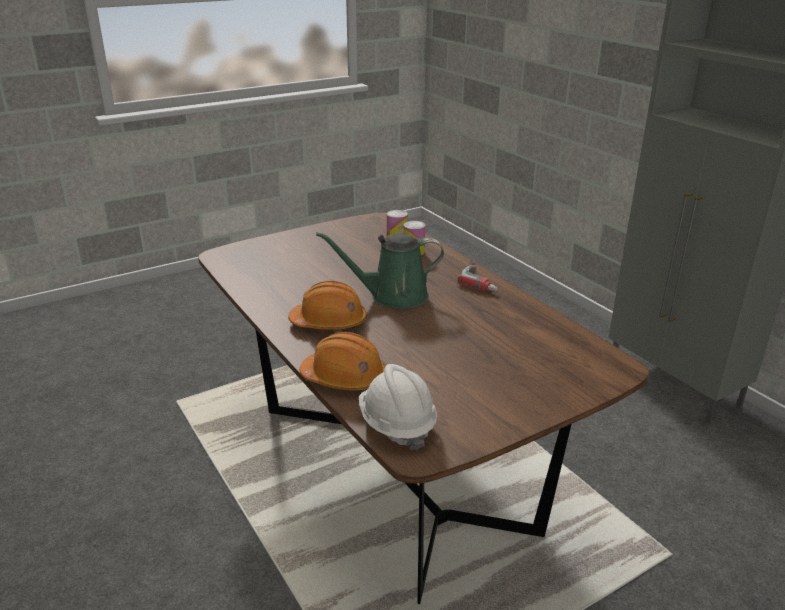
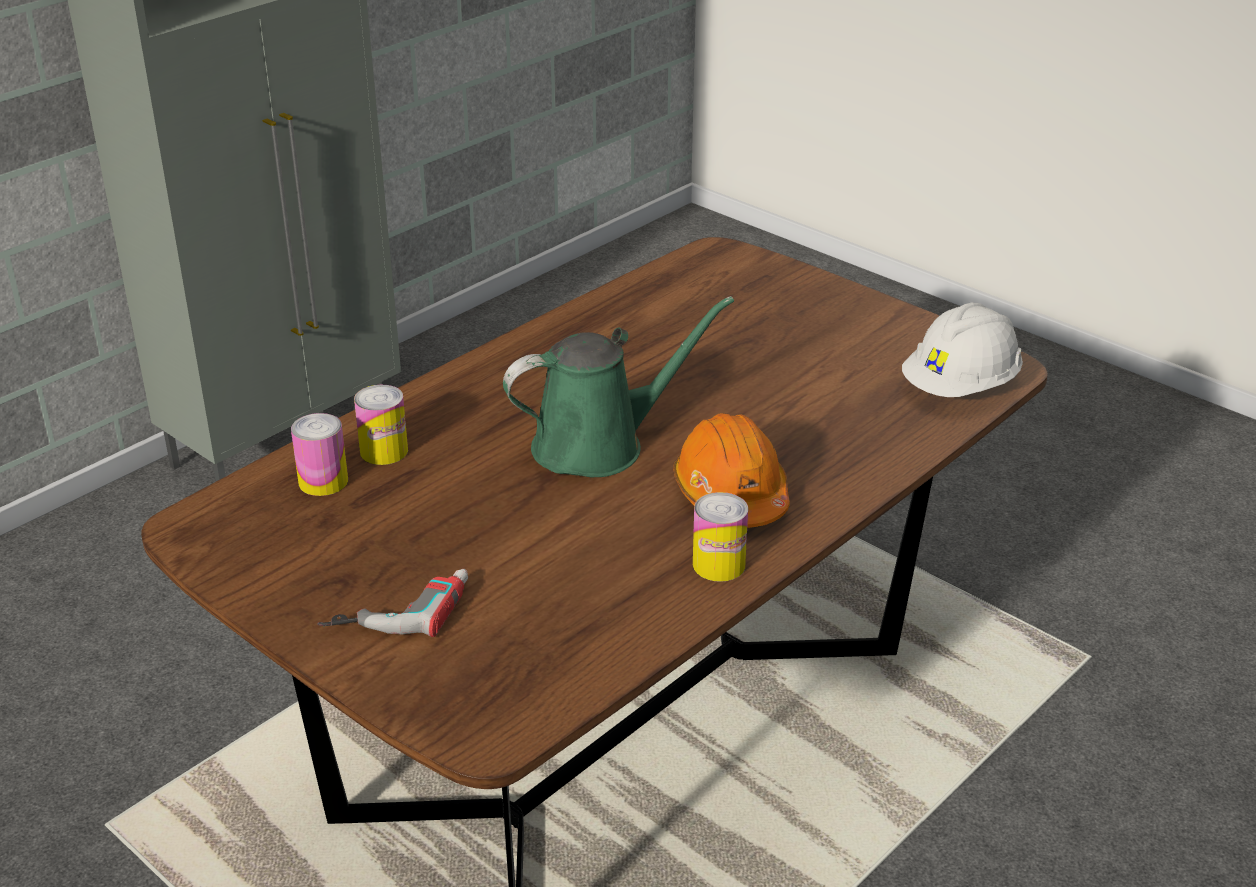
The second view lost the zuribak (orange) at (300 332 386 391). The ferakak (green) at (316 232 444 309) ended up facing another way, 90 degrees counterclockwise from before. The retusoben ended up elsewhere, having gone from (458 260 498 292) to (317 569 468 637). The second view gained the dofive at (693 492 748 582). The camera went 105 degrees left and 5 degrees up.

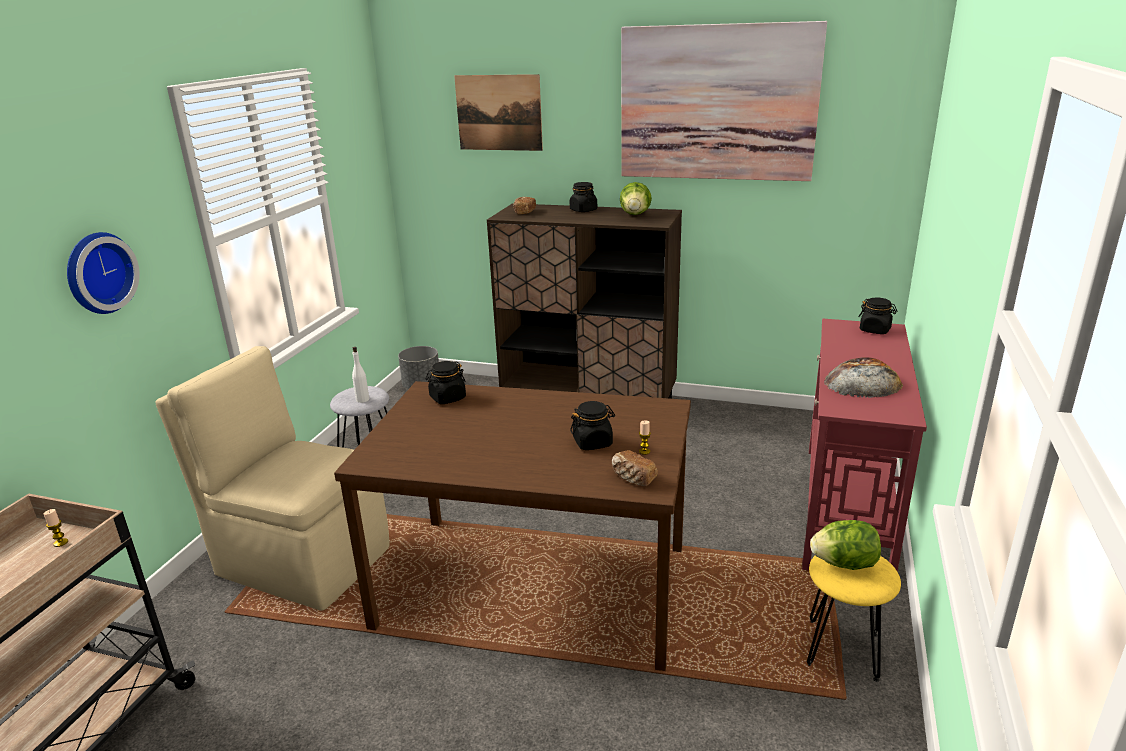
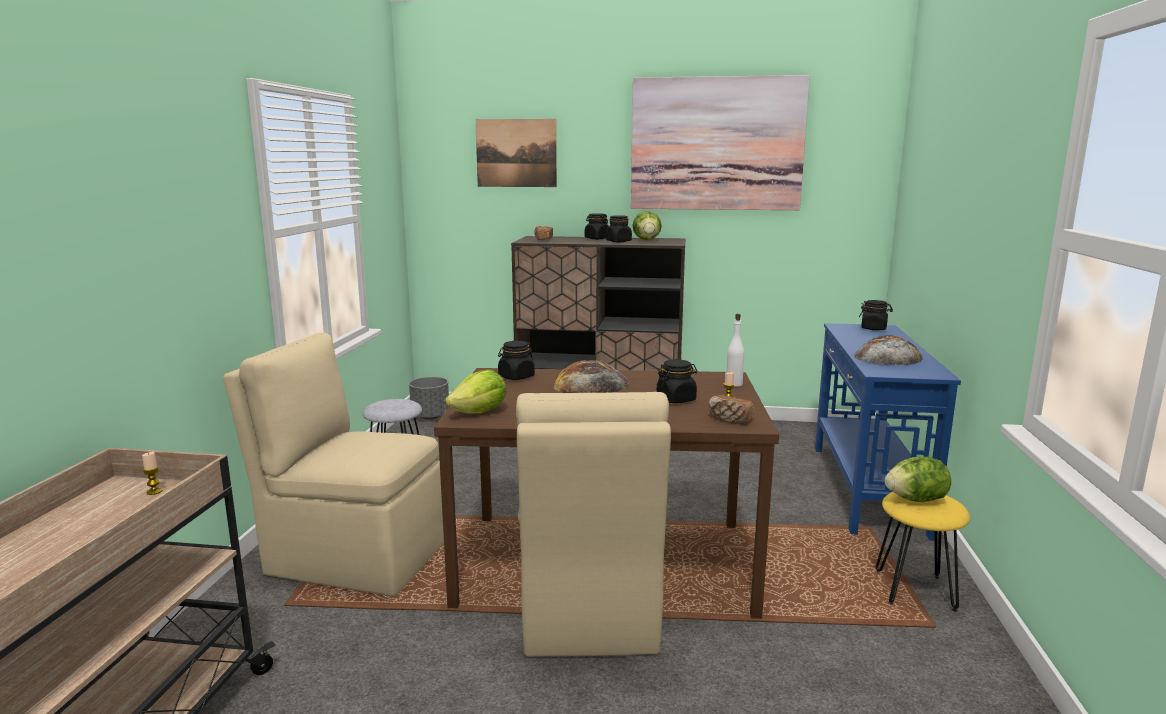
The second view lost the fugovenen at (67 232 140 314). The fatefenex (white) ended up elsewhere, having gone from (352 347 369 403) to (726 314 744 387). What was the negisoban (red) at (802 319 927 572) turned into the negisoban (blue) at (815 323 961 541). The second view gained the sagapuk at (445 370 507 414). The second view gained the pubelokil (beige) at (516 392 671 657). The second view gained the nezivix at (553 360 629 393). The second view gained the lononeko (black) at (606 215 632 242). The camera went 10 degrees left and 10 degrees down.

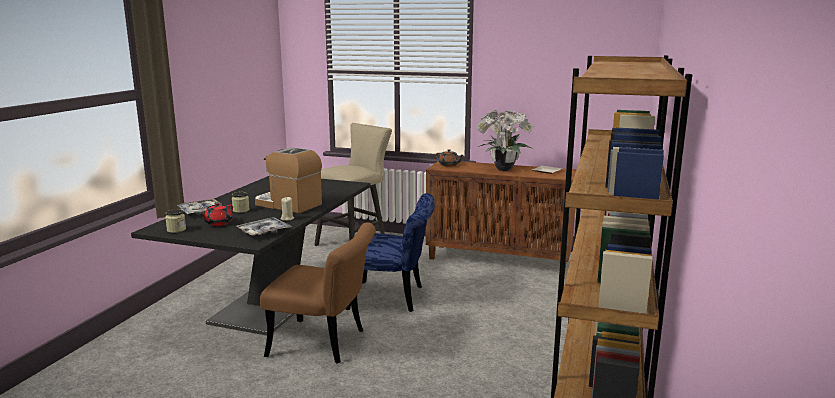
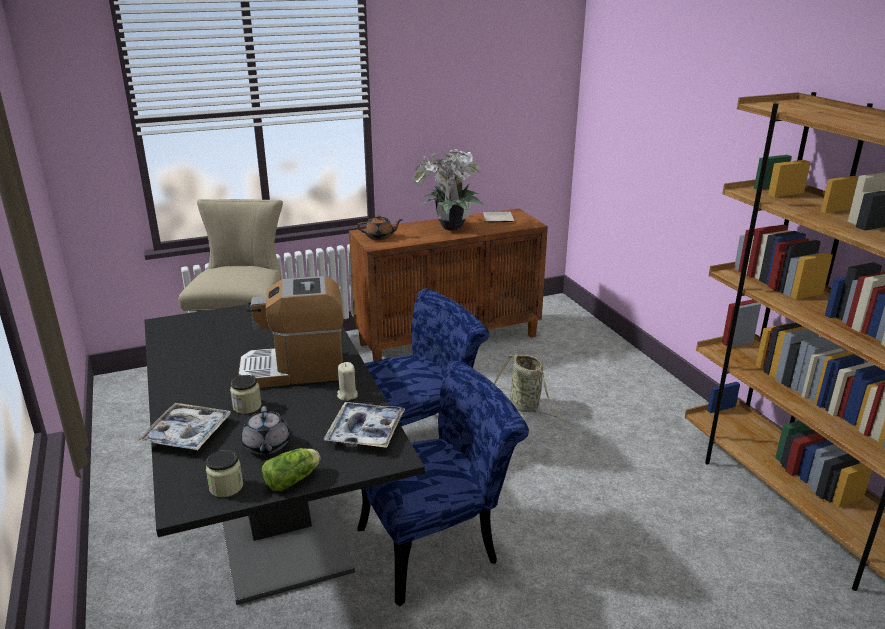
What was the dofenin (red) at (199 203 233 226) turned into the dofenin (grey) at (241 406 290 455). What was the pubelokil (brown) at (260 222 376 364) turned into the pubelokil (blue) at (358 361 529 606). The second view gained the sagapuk at (262 448 320 491). The second view gained the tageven at (494 354 565 421). The camera went 40 degrees left and 10 degrees up.

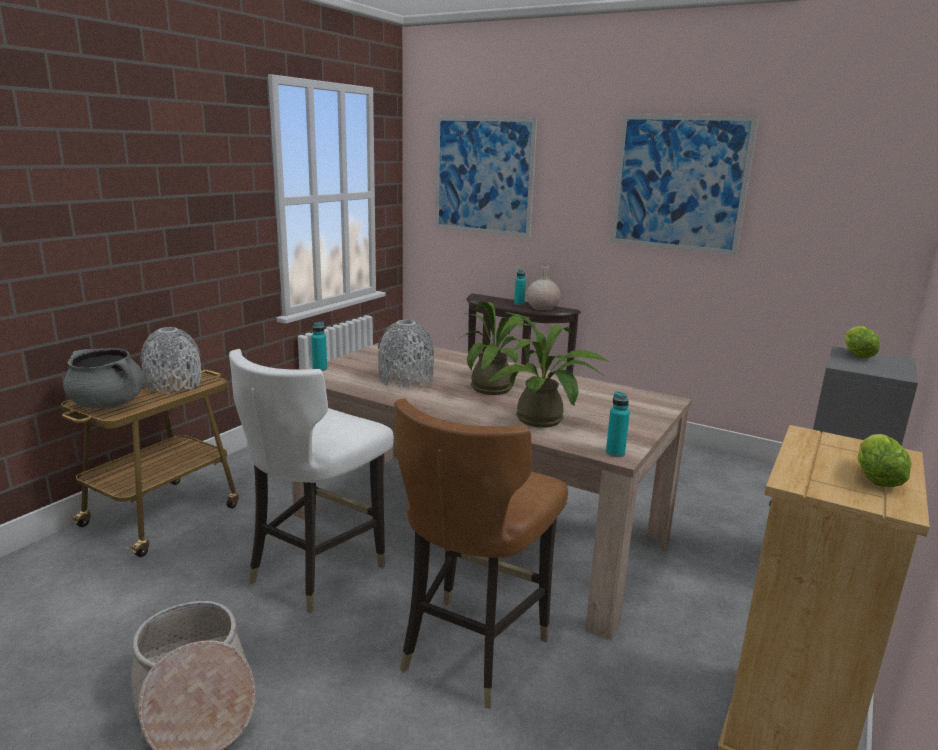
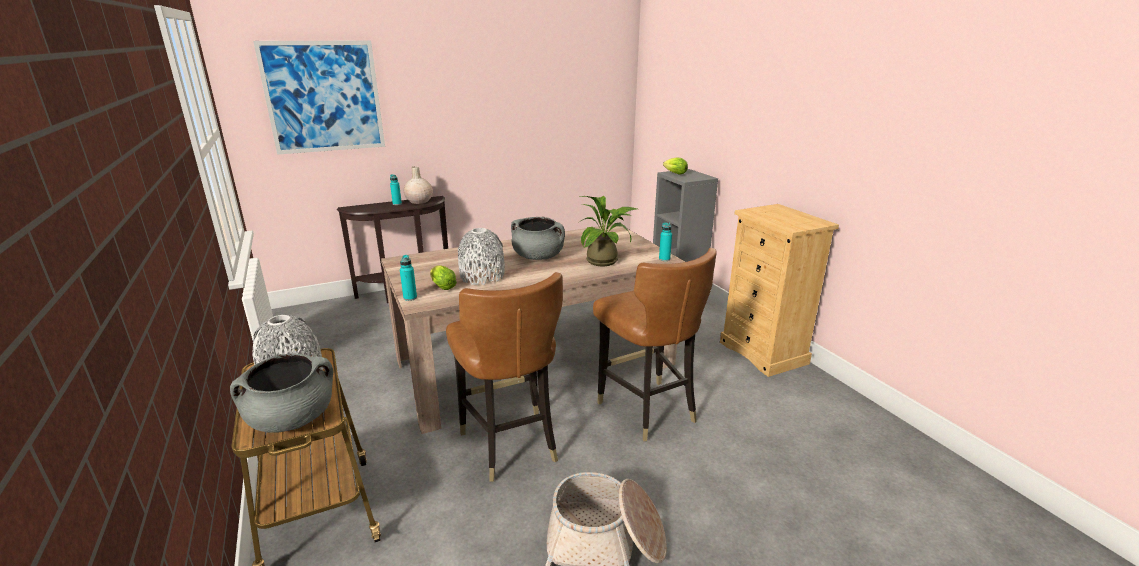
What was the pubelokil (white) at (229 349 394 613) turned into the pubelokil (brown) at (446 272 563 482). Where the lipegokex stood at (460 301 531 395), the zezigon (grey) came to stand at (511 217 565 260). The second view lost the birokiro at (611 114 759 256). The sagapuk ended up elsewhere, having gone from (857 434 912 487) to (430 266 457 290). The camera went 55 degrees left and 5 degrees up.

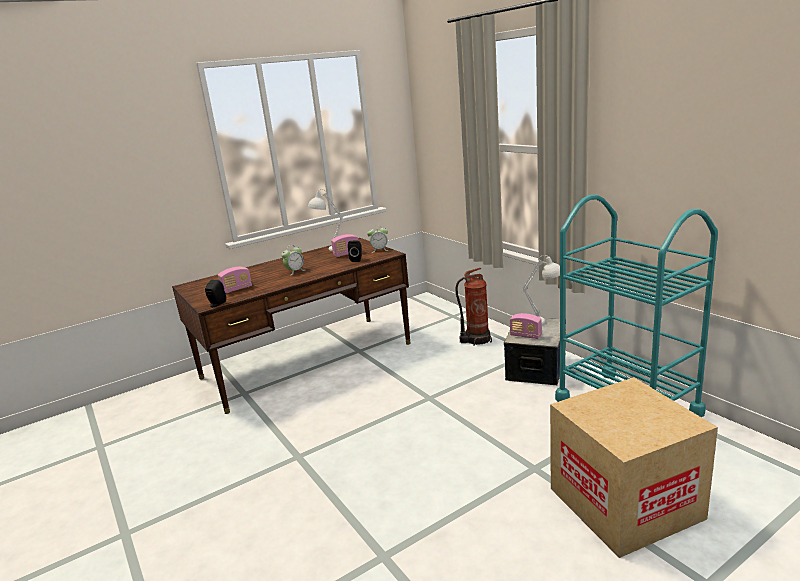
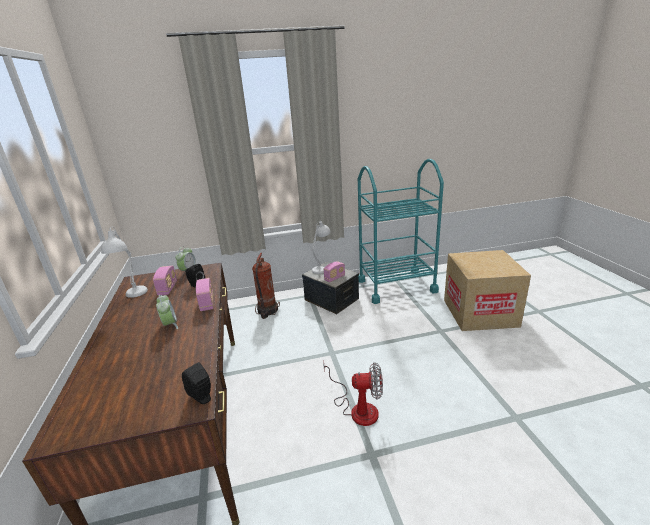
The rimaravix ended up elsewhere, having gone from (218 267 252 293) to (196 278 213 311). The second view gained the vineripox at (323 362 383 426). The camera went 70 degrees left and 5 degrees up.

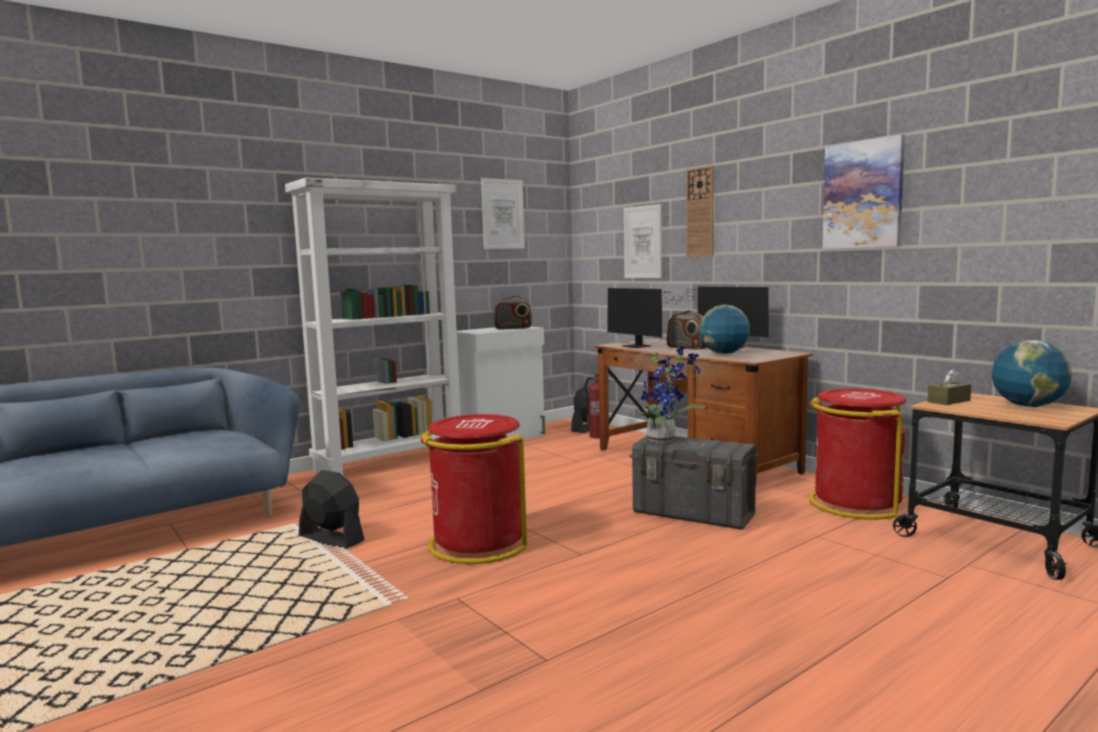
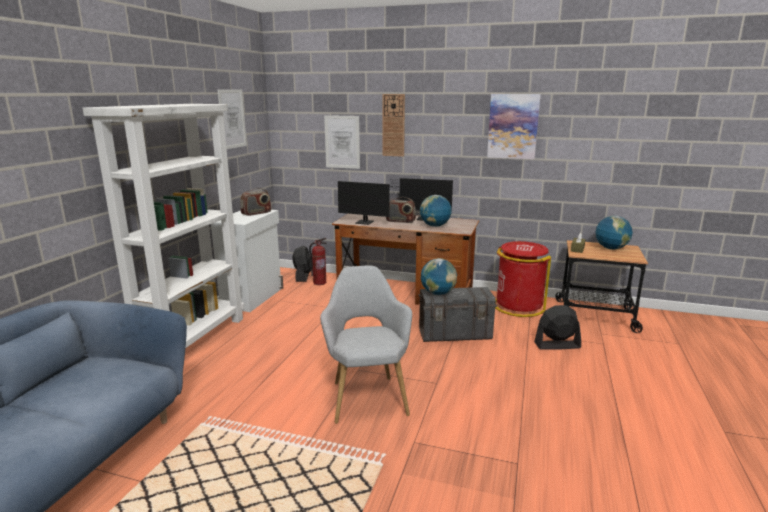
The vineripox (black) ended up elsewhere, having gone from (299 470 365 549) to (534 305 581 350). Where the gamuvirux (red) stood at (420 414 527 564), the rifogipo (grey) came to stand at (320 265 412 424). Where the lipegokex stood at (637 346 705 443), the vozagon came to stand at (421 258 457 295). The camera went 35 degrees left and 10 degrees up.

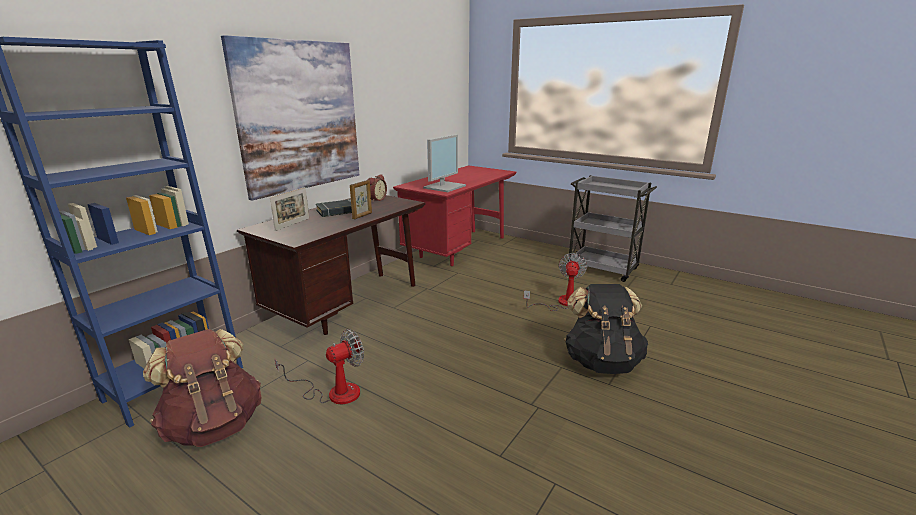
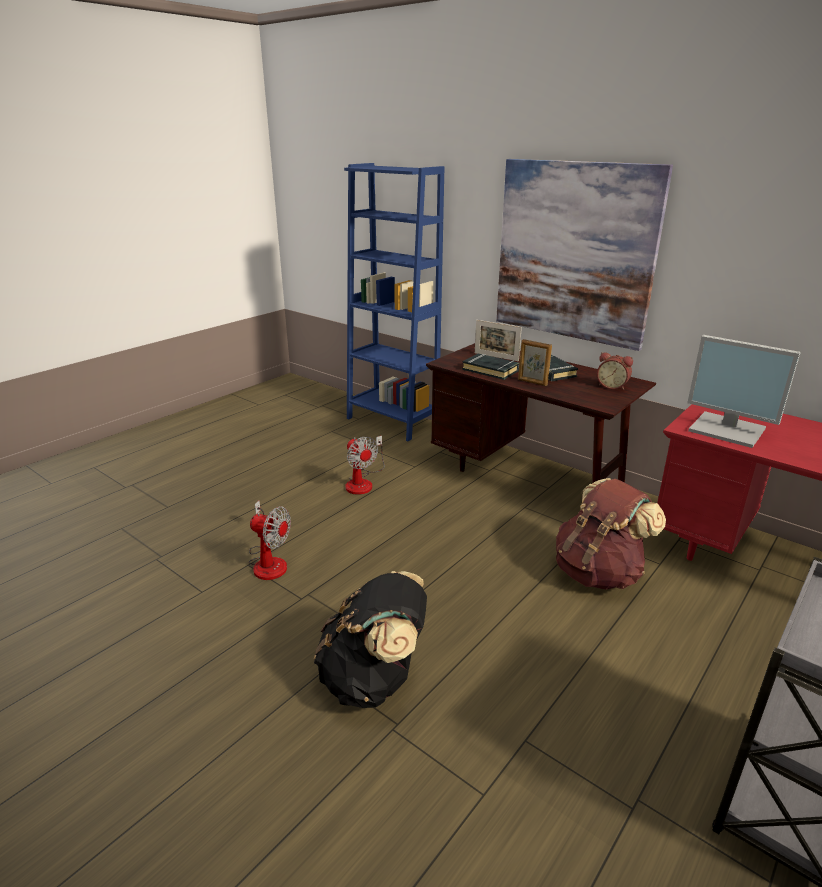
The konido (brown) ended up elsewhere, having gone from (143 329 261 447) to (556 478 666 589). The vineripox ended up elsewhere, having gone from (524 253 587 311) to (249 501 291 580). The second view gained the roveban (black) at (462 354 519 380). The camera went 95 degrees right and 5 degrees up.

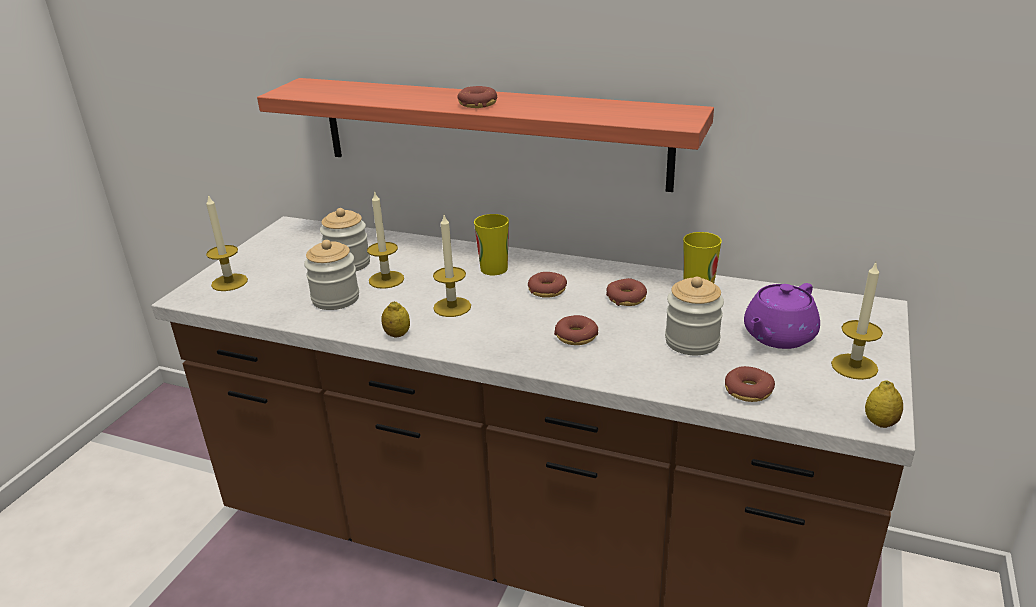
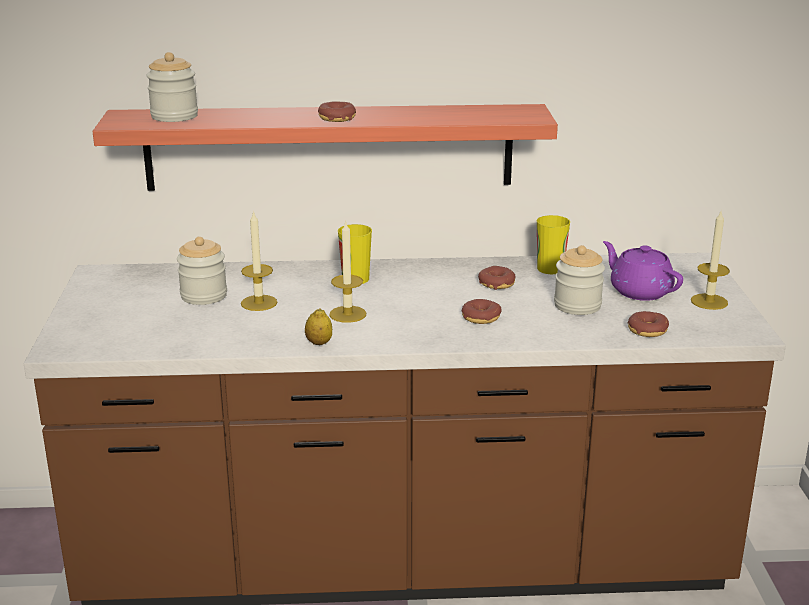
The second view lost the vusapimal at (206 194 248 291). The lononeko ended up elsewhere, having gone from (304 240 359 310) to (146 52 198 122). The second view lost the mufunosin at (528 272 567 298). The dofenin (purple) at (744 283 820 349) ended up facing another way, 120 degrees clockwise from before. The second view lost the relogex at (865 380 903 428). The camera went 25 degrees left and 5 degrees down.

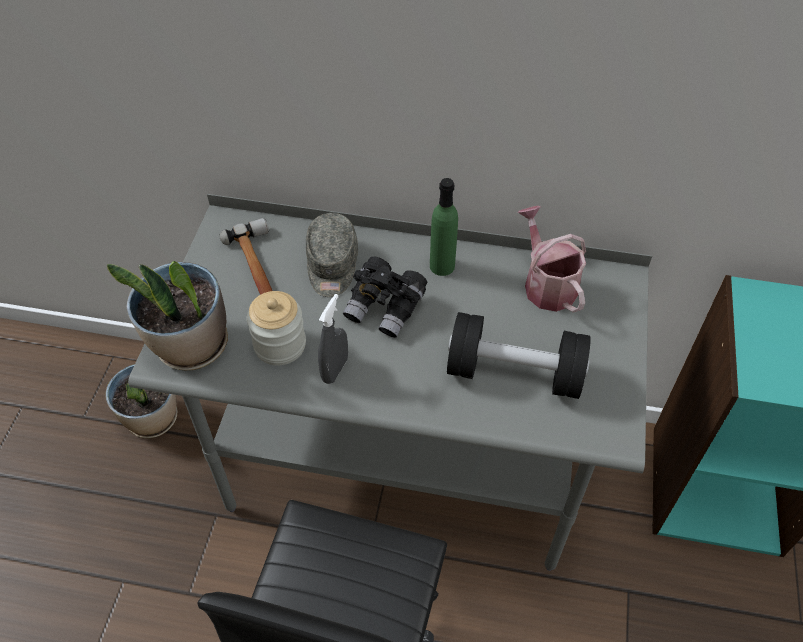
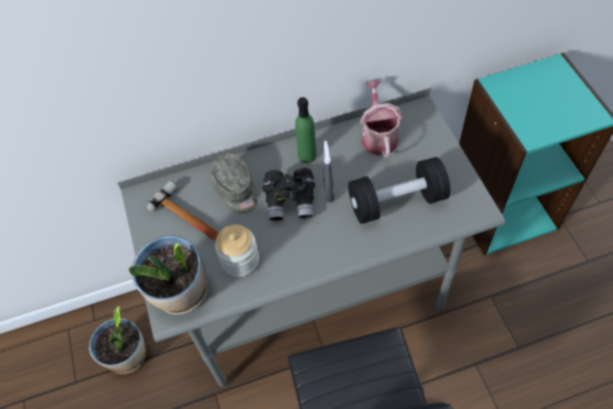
The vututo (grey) ended up elsewhere, having gone from (318 294 348 384) to (323 141 334 203). The ferakak at (518 206 586 313) ended up facing another way, 45 degrees clockwise from before. The camera went 25 degrees left and 5 degrees up.

